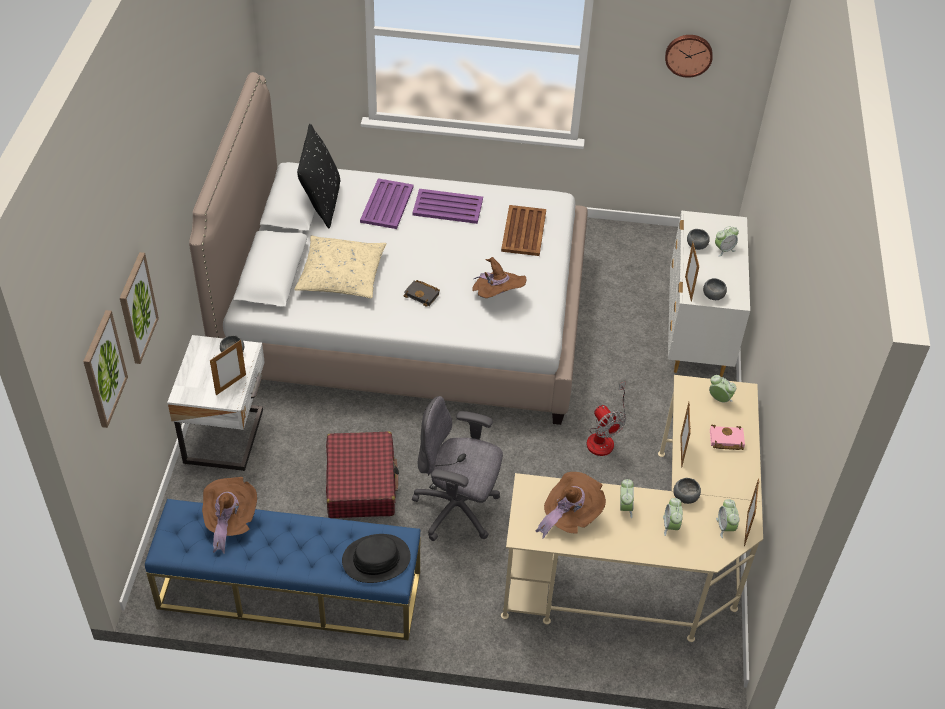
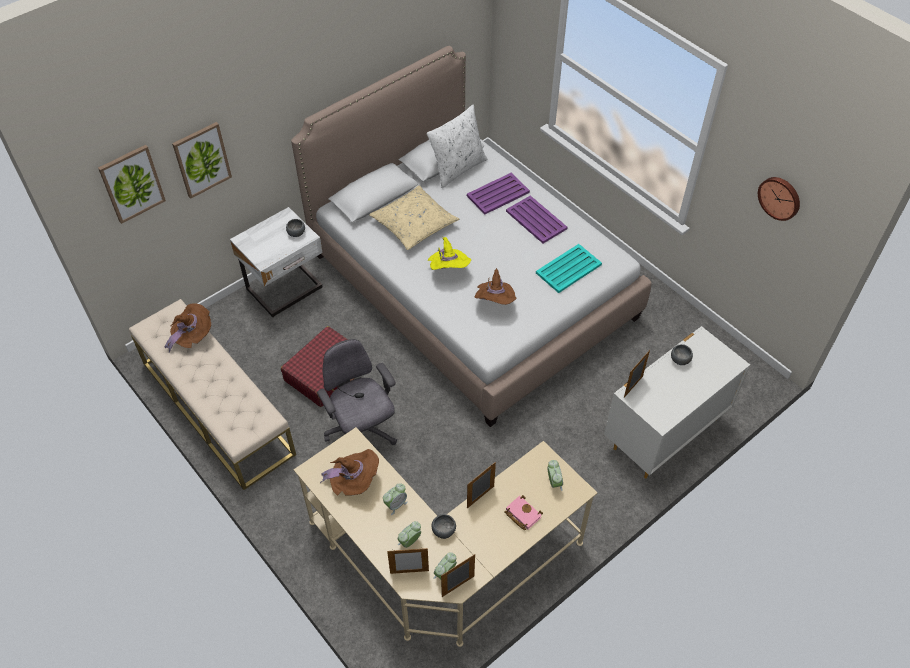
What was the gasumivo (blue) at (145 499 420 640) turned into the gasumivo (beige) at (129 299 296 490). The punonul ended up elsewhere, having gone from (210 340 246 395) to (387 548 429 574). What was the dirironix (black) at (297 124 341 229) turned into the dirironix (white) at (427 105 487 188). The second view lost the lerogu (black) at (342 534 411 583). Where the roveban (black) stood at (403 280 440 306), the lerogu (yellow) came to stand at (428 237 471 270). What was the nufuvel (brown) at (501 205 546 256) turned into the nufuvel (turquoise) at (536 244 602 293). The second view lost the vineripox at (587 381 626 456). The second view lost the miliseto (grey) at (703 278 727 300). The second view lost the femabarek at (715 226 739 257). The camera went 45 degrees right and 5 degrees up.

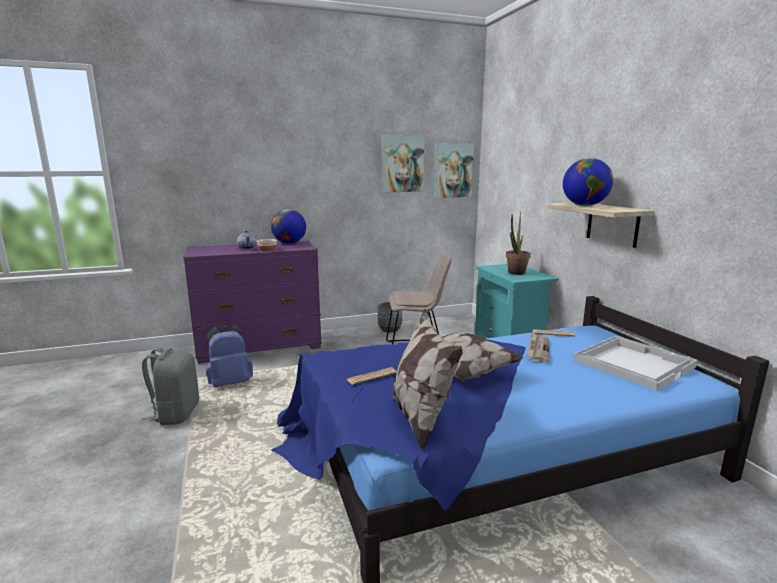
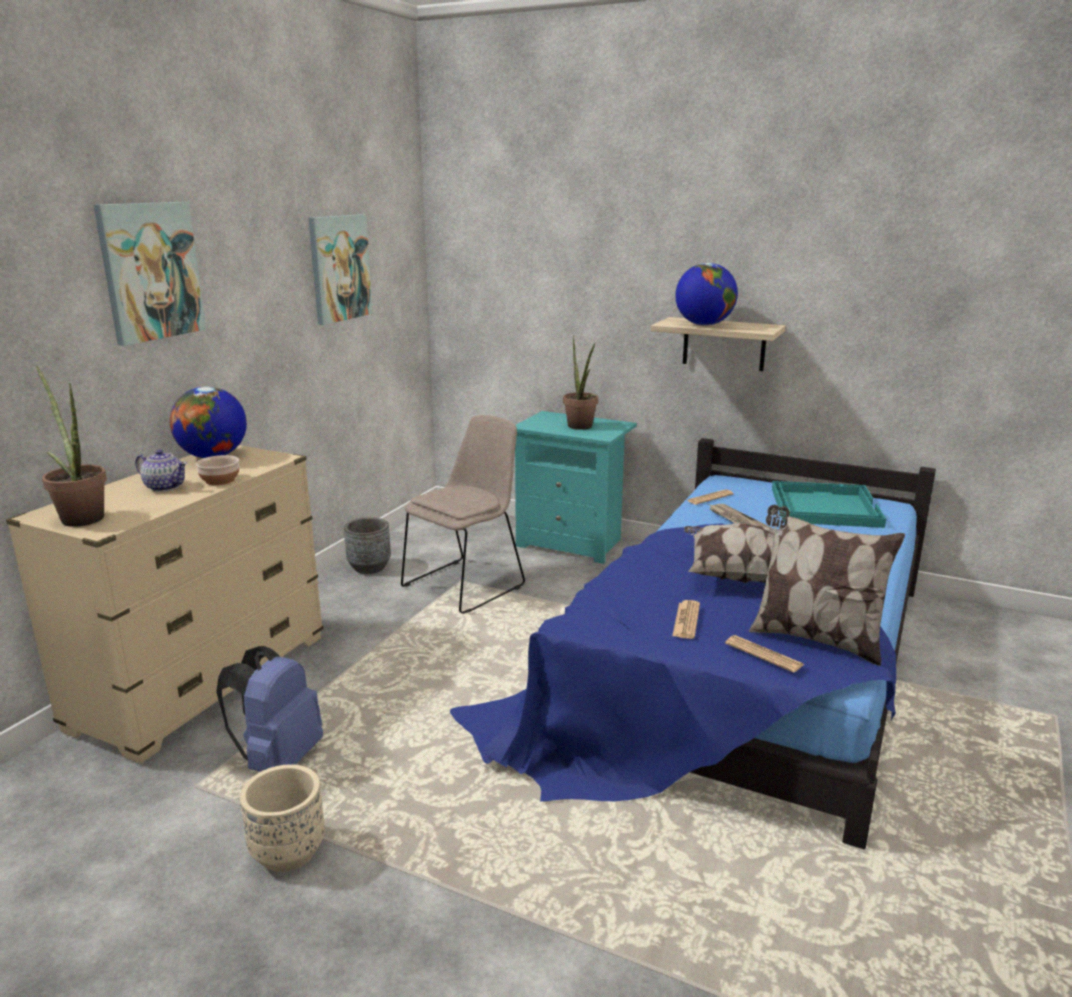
Where the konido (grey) stood at (142 347 199 425), the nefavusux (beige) came to stand at (240 764 325 872). What was the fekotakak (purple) at (183 241 322 364) turned into the fekotakak (beige) at (6 445 323 764). The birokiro ended up elsewhere, having gone from (433 143 474 198) to (94 202 206 346). What was the nufuvel (white) at (573 336 697 391) turned into the nufuvel (turquoise) at (772 481 886 528). The second view gained the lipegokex at (36 366 107 527). The second view gained the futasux at (725 635 804 673). The camera went 45 degrees left and 5 degrees up.

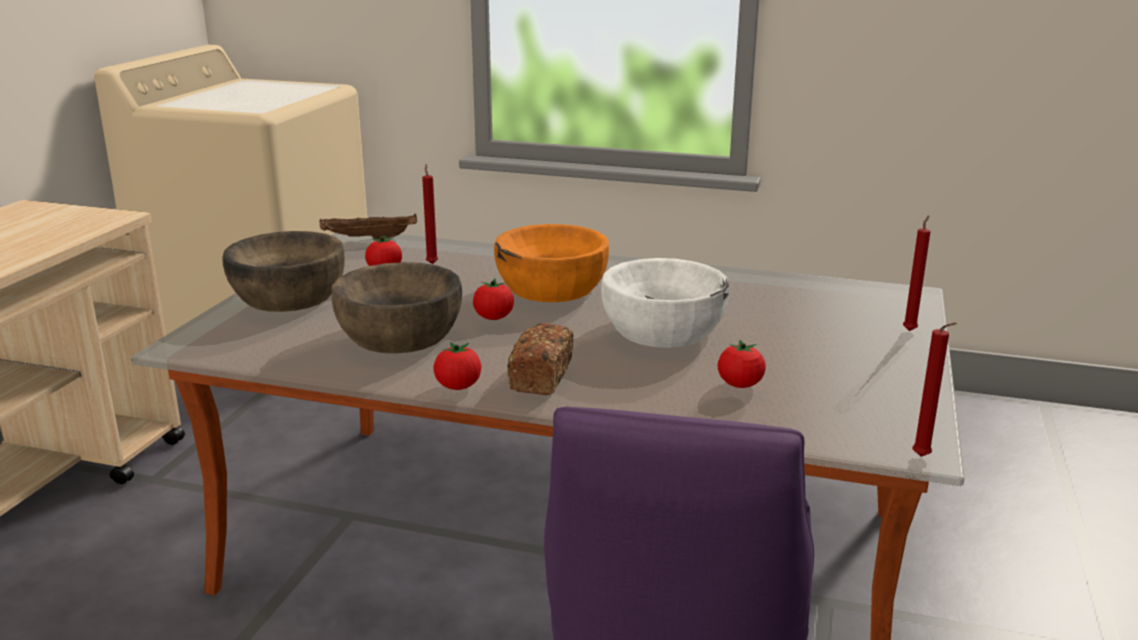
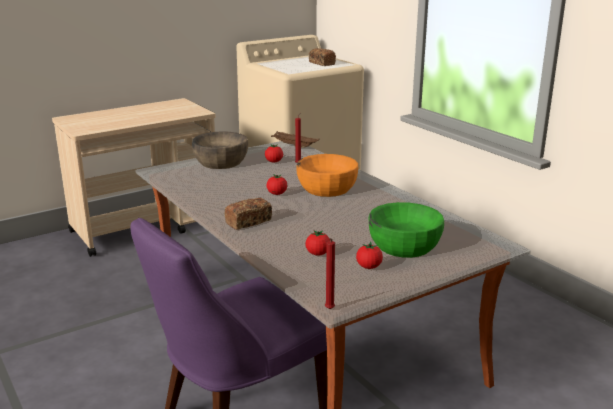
The second view lost the miliseto (brown) at (332 262 462 354). The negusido ended up elsewhere, having gone from (433 342 481 390) to (356 242 383 269). The second view lost the miliseto (white) at (601 258 729 348). The second view lost the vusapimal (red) at (903 215 931 331). The second view gained the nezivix at (309 48 336 66). The second view gained the miliseto (green) at (369 202 444 258). The camera went 40 degrees right and 0 degrees up.

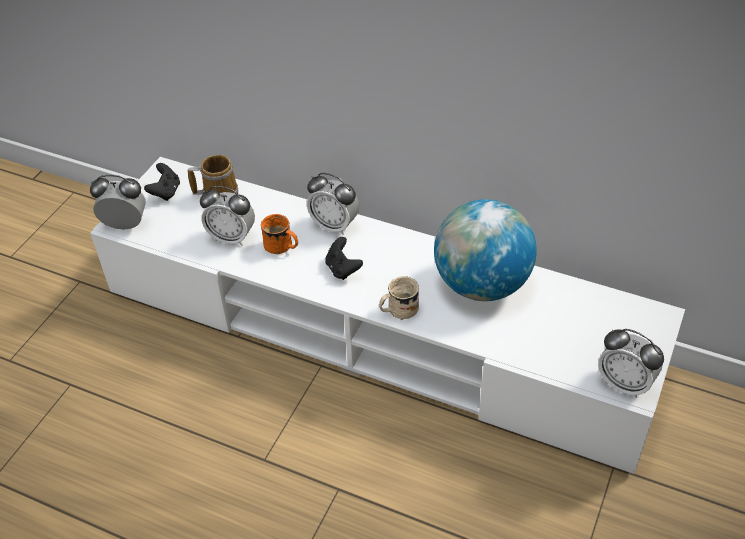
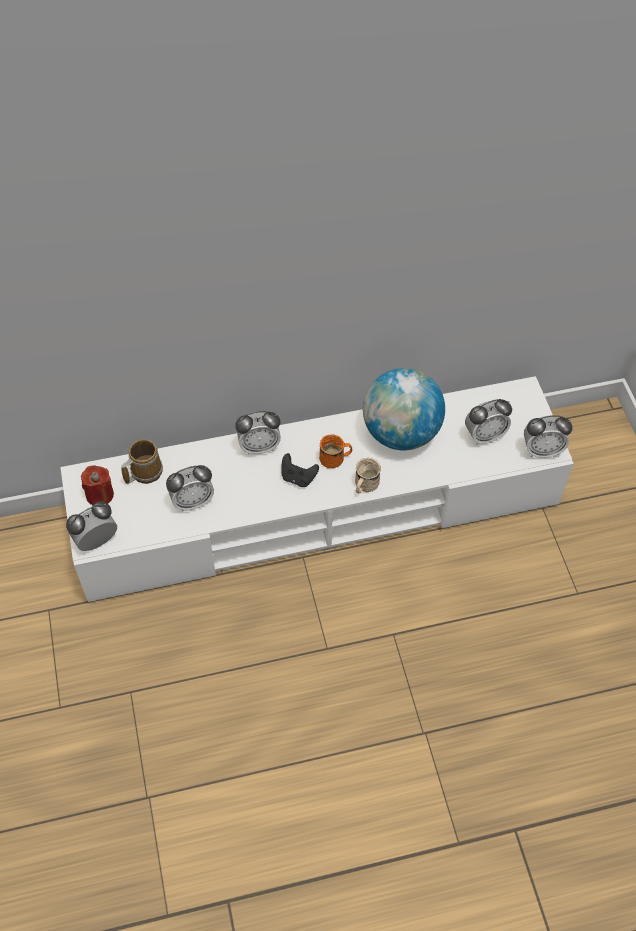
Where the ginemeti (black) stood at (144 163 180 201), the vusapimal (red) came to stand at (81 465 114 505). The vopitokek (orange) ended up elsewhere, having gone from (261 214 298 254) to (319 434 352 468). The second view gained the femabarek at (465 399 512 445). The camera went 40 degrees left and 10 degrees up.

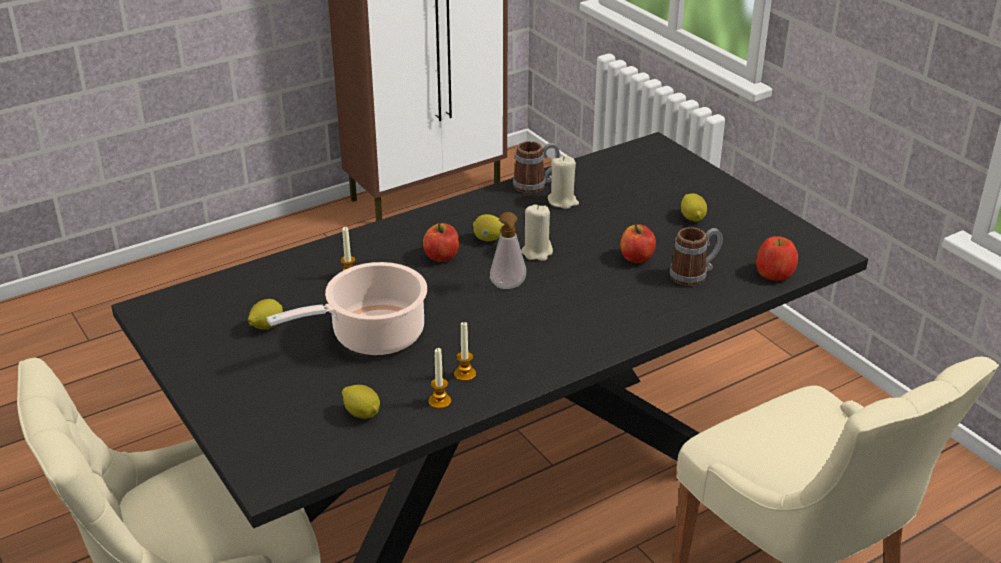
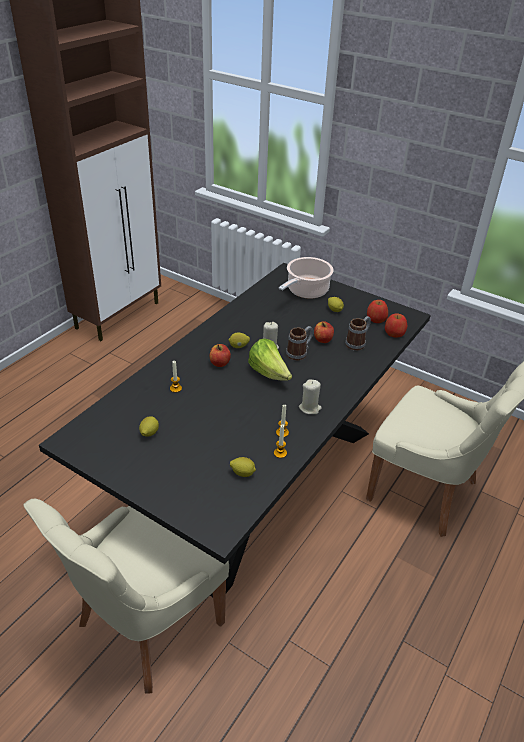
The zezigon ended up elsewhere, having gone from (267 262 427 355) to (279 257 334 299). Where the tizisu stood at (490 212 526 289), the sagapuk came to stand at (248 338 292 381). The vopitokek ended up elsewhere, having gone from (513 141 560 193) to (286 326 314 360). The vusapimal (beige) ended up elsewhere, having gone from (548 156 579 209) to (299 379 322 414). The second view gained the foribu at (367 300 388 323). The camera went 25 degrees left and 5 degrees up.

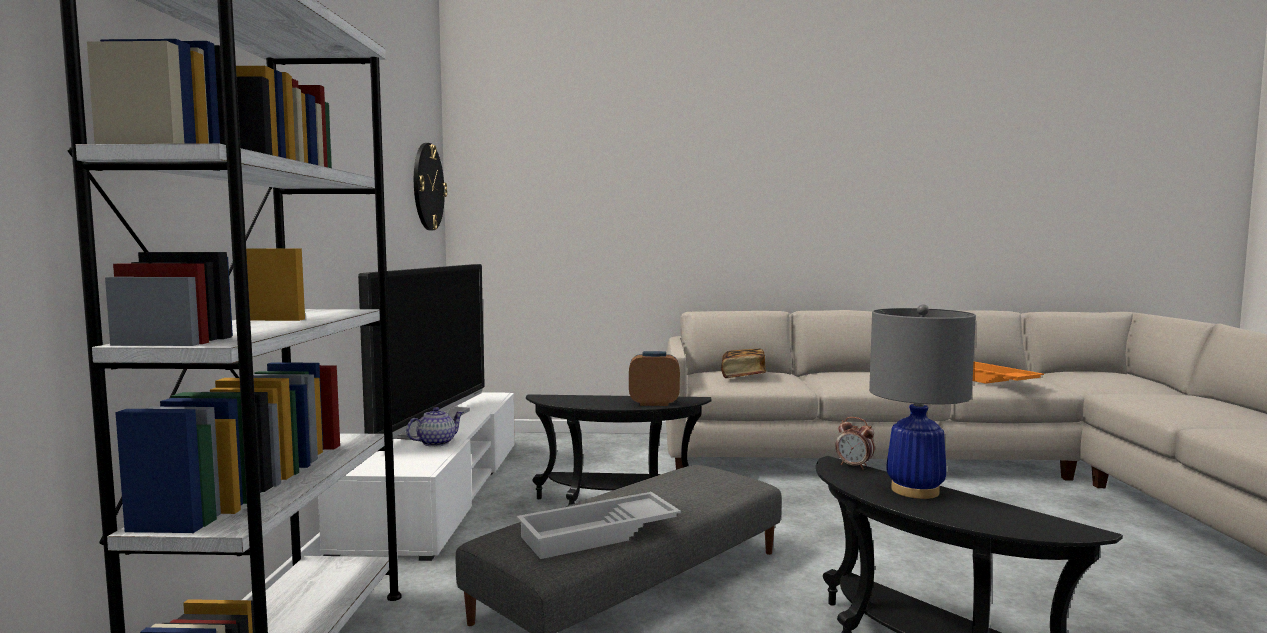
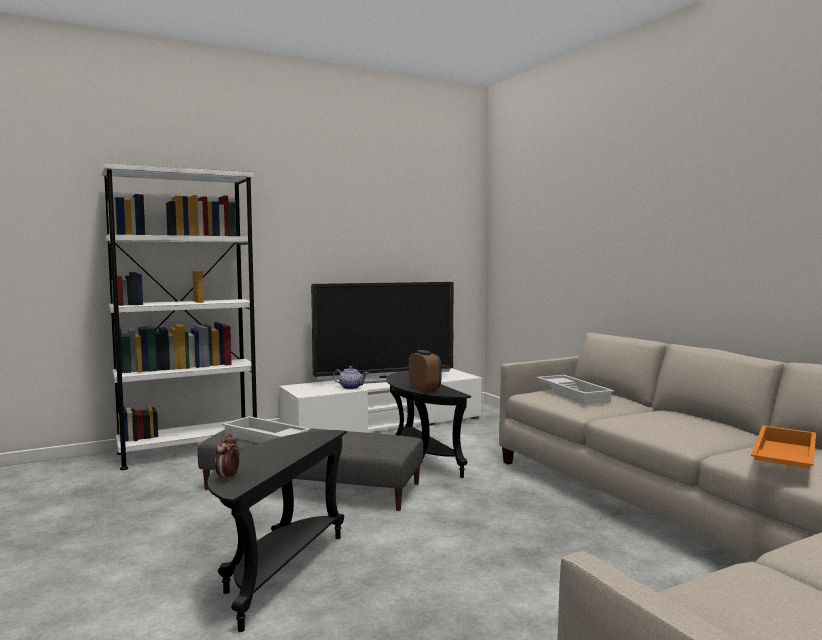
The second view lost the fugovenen at (414 143 447 230). Where the roveban stood at (721 349 766 378), the nufuvel (white) came to stand at (537 375 614 405). The femabarek ended up elsewhere, having gone from (835 417 875 470) to (215 433 240 481). The second view lost the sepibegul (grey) at (869 304 976 499). The camera went 60 degrees right and 0 degrees up.

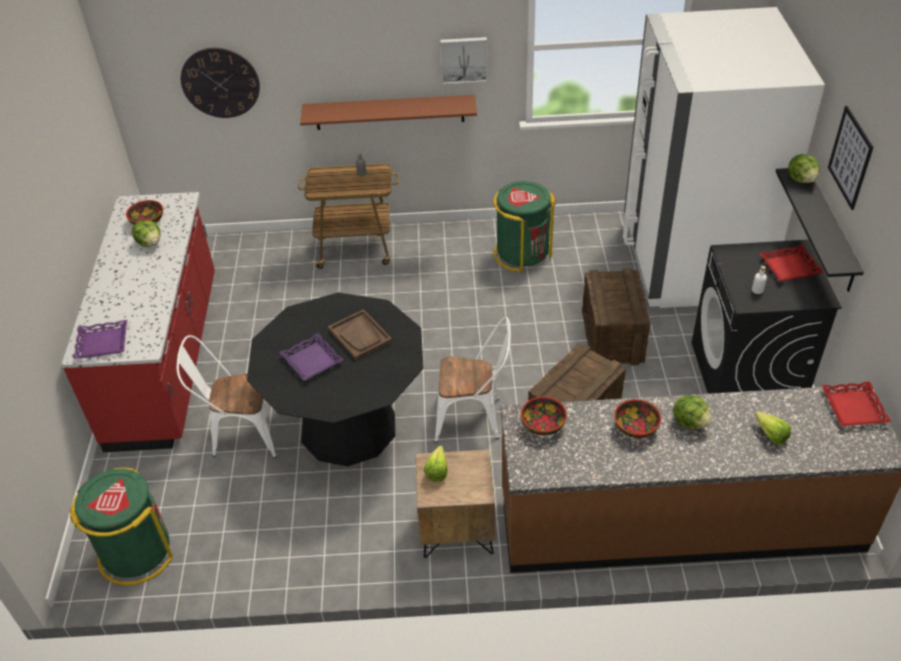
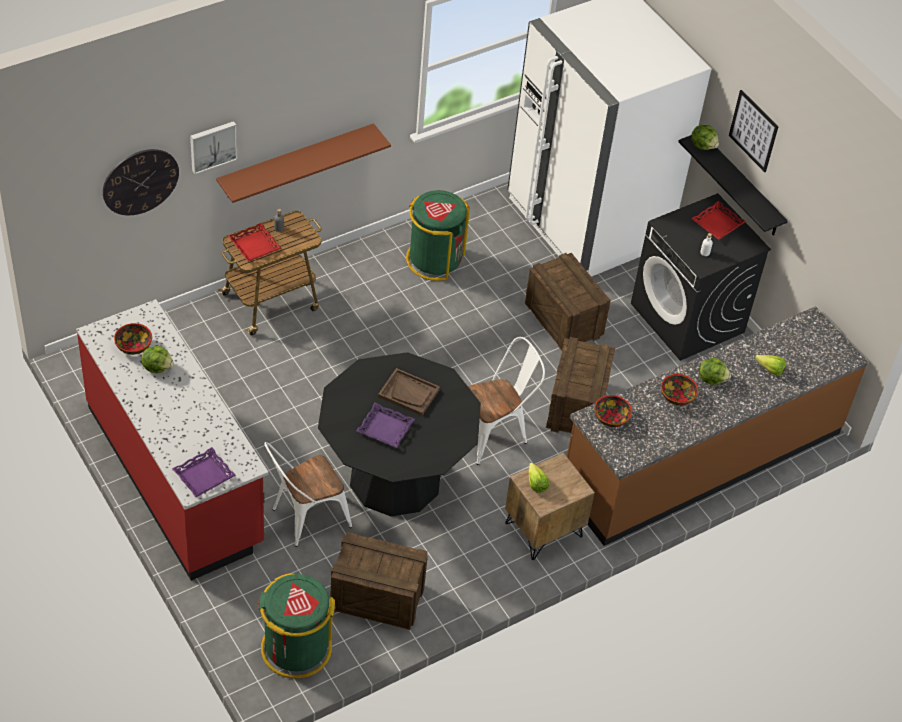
The birokiro ended up elsewhere, having gone from (440 37 487 84) to (190 121 237 174). The nufuvel (red) ended up elsewhere, having gone from (821 381 891 426) to (228 223 282 262). The second view gained the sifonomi at (331 532 428 630). The camera went 35 degrees left and 5 degrees up.

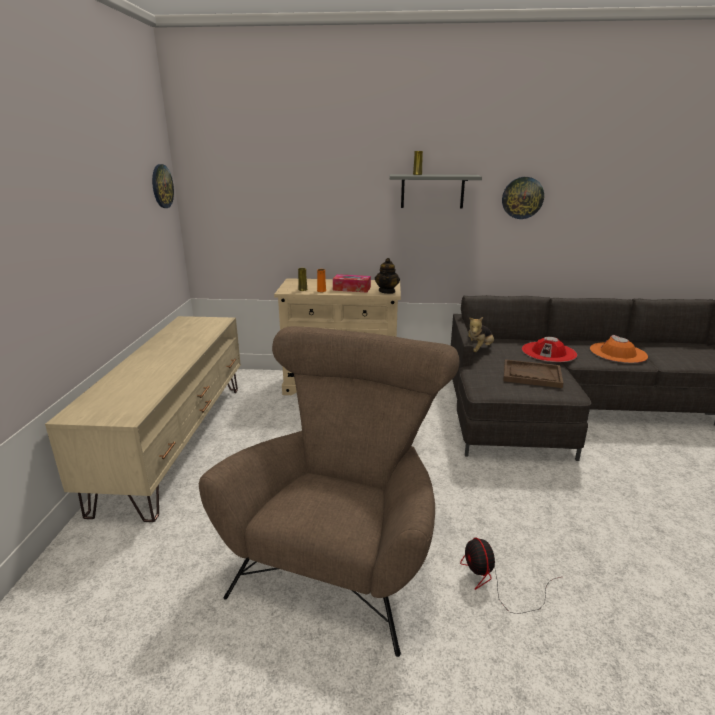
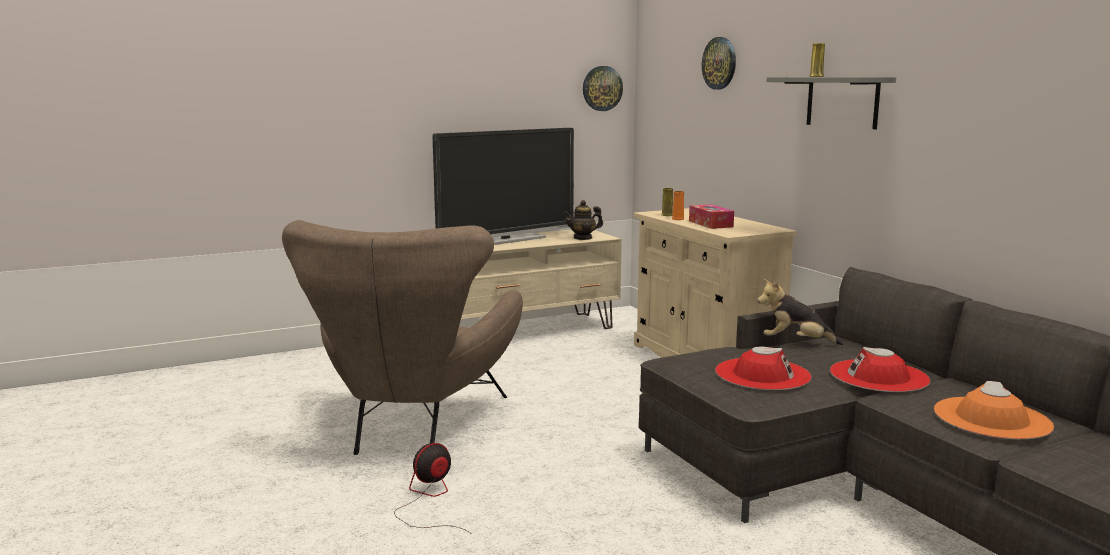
The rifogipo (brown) at (199 326 460 657) ended up facing another way, 105 degrees clockwise from before. The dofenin ended up elsewhere, having gone from (375 258 400 294) to (563 200 603 240). The fugovenen ended up elsewhere, having gone from (502 177 544 219) to (702 37 736 90). Where the nufuvel (brown) stood at (503 359 563 388), the lerogu (red) came to stand at (715 347 811 390). The second view gained the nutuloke at (432 128 574 245). The camera went 60 degrees right and 10 degrees down.

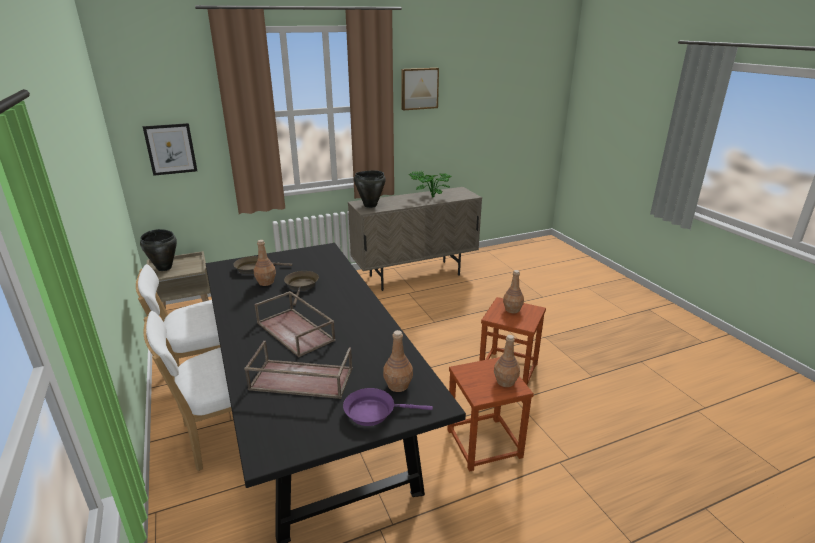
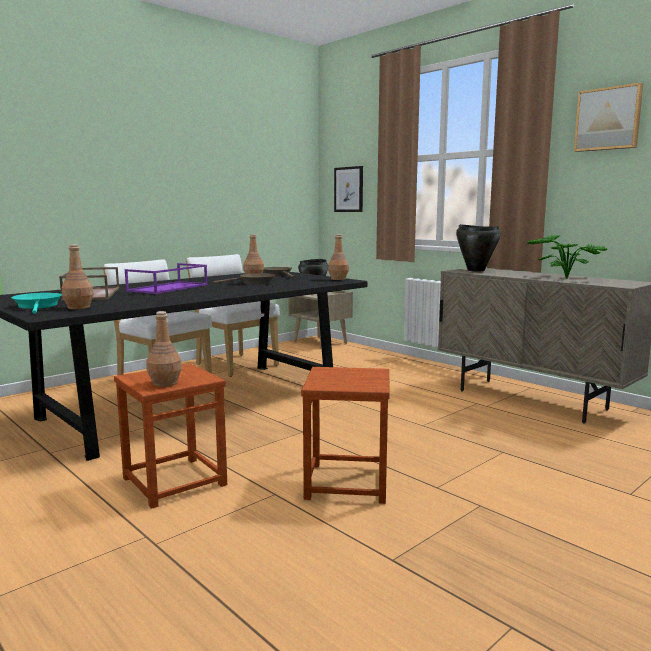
What was the nufuvel (brown) at (255 291 336 357) turned into the nufuvel (purple) at (125 263 208 294). What was the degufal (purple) at (343 388 433 426) turned into the degufal (turquoise) at (11 293 62 314). The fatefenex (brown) ended up elsewhere, having gone from (503 270 524 313) to (328 234 349 280). The camera went 70 degrees right and 15 degrees down.

